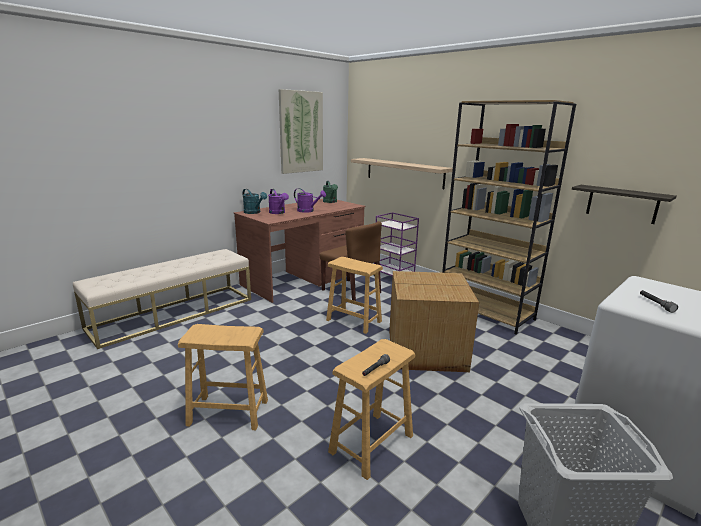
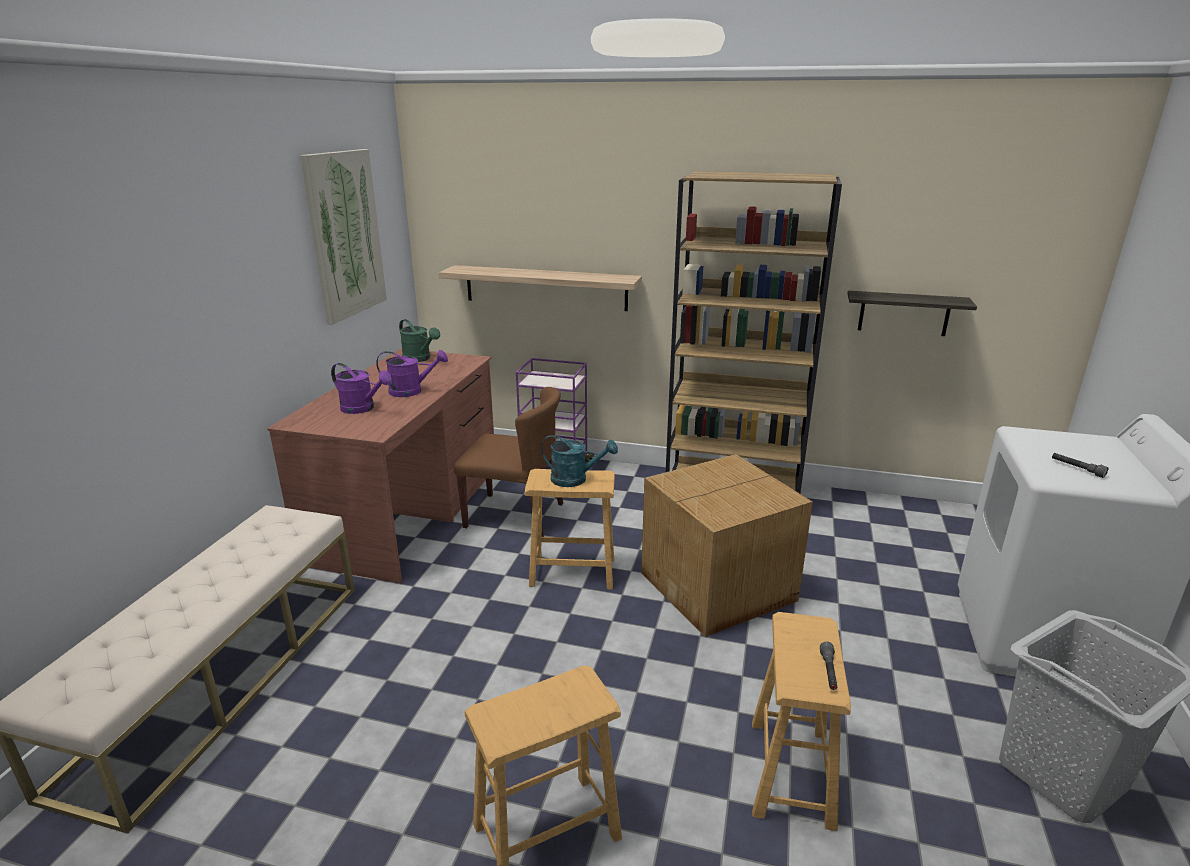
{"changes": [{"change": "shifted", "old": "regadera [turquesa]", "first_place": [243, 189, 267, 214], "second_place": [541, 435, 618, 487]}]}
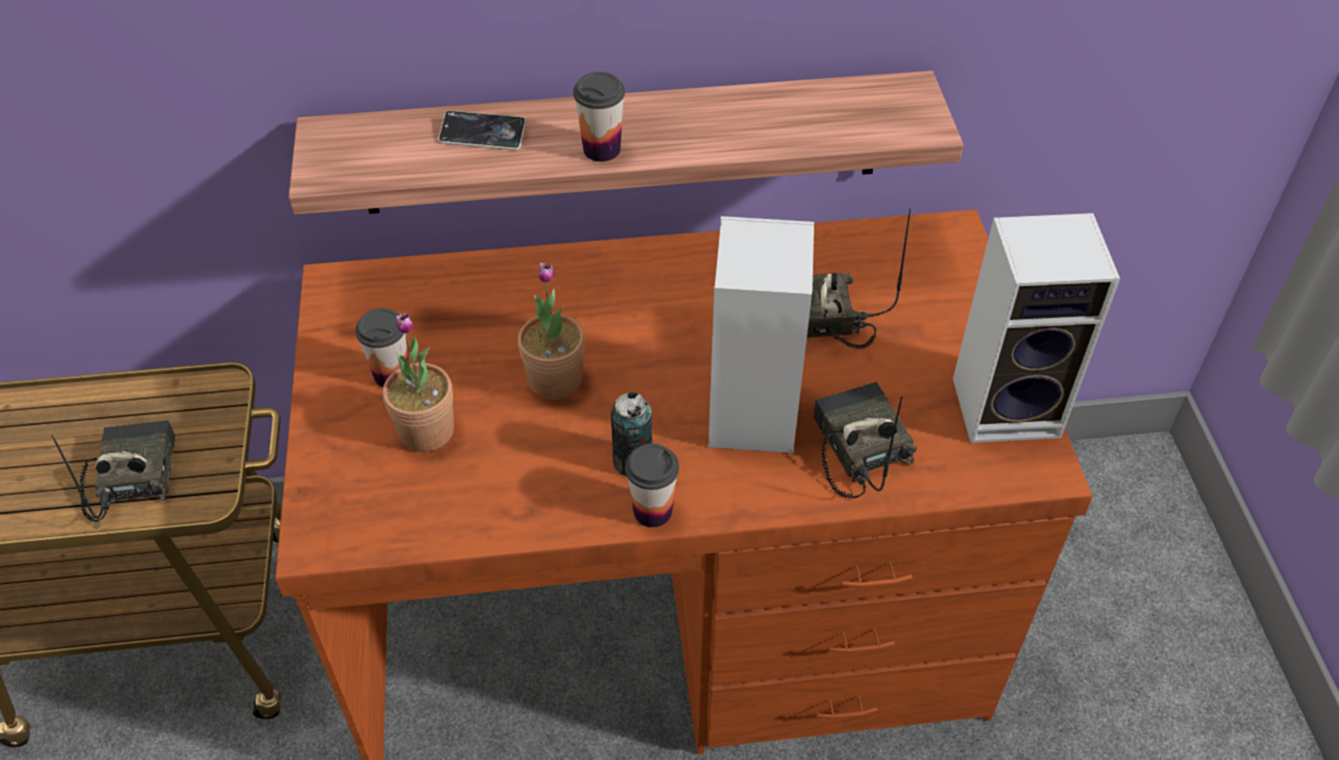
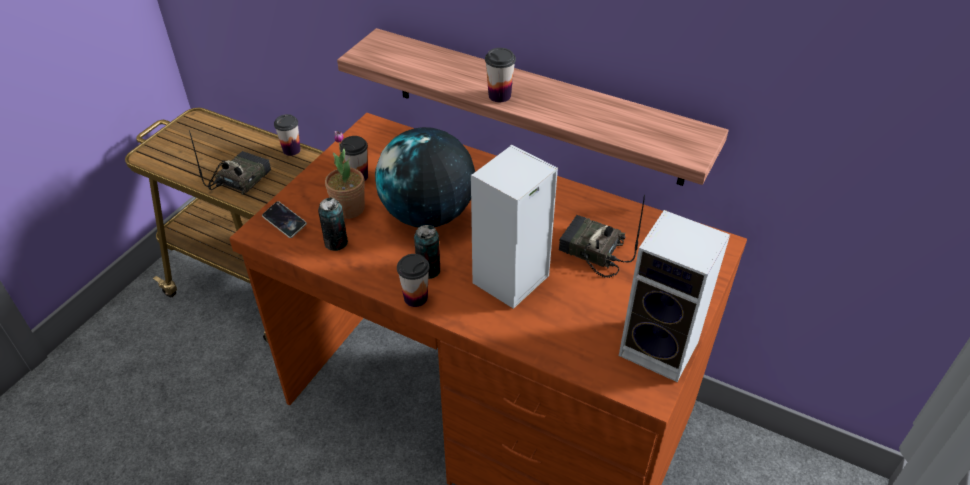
{"changes": [{"change": "shifted", "old": "móvil", "first_place": [438, 111, 526, 150], "second_place": [262, 201, 307, 238]}, {"change": "swapped", "old": "planta en maceta", "new": "globo terráqueo", "first_place": [518, 263, 585, 400], "second_place": [375, 127, 475, 228]}, {"change": "gone", "old": "radio", "first_place": [813, 382, 917, 498]}, {"change": "new", "new": "taza", "second_place": [274, 114, 301, 156]}, {"change": "new", "new": "lata", "second_place": [318, 198, 348, 251]}]}
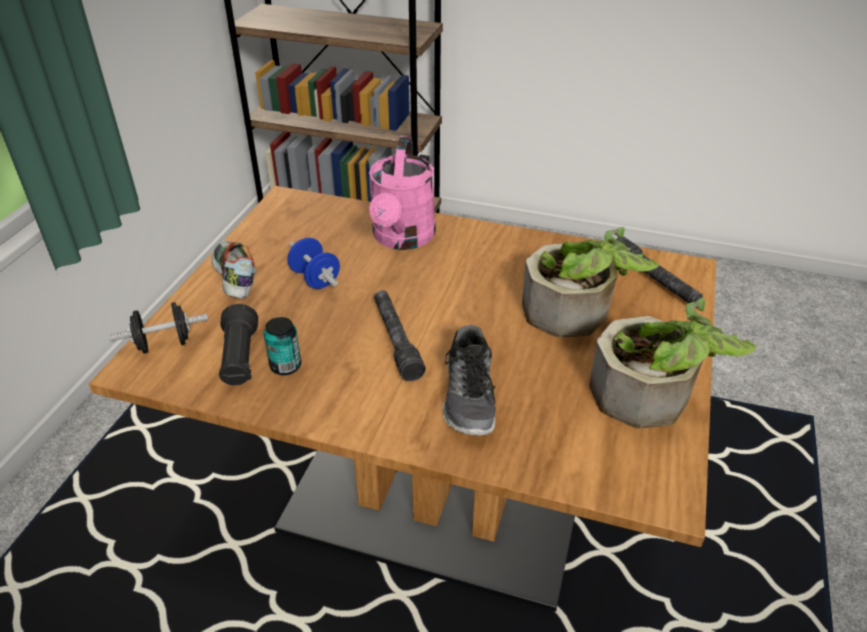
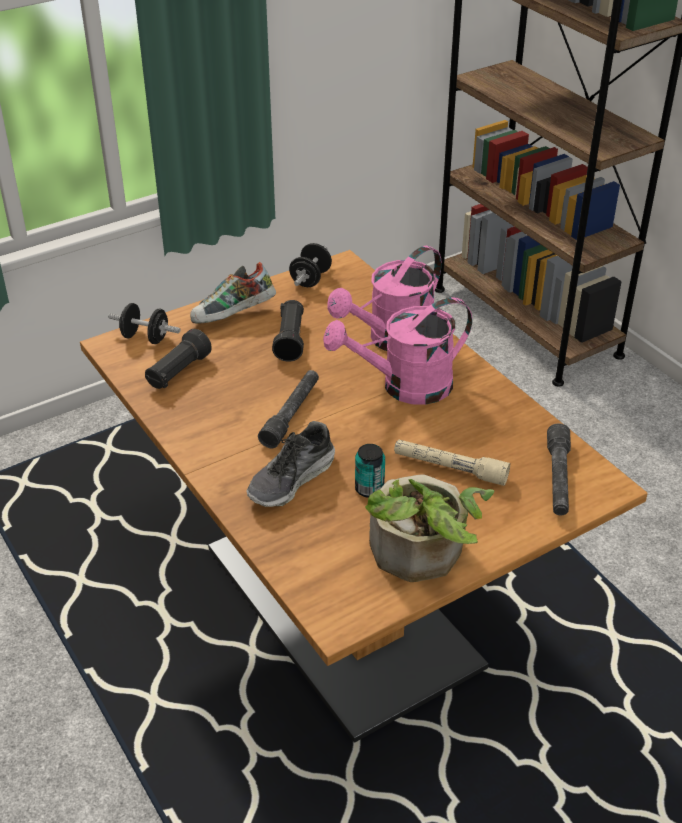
{"changes": [{"change": "swapped", "old": "planta en maceta", "new": "linterna [beis]", "first_place": [522, 227, 660, 337], "second_place": [394, 440, 510, 486]}, {"change": "swapped", "old": "mancuerna [azul]", "new": "linterna [negro]", "first_place": [287, 238, 340, 289], "second_place": [272, 300, 304, 362]}, {"change": "rotated", "old": "zapato", "first_place": [211, 240, 257, 299], "second_place": [190, 262, 276, 324], "degrees": -135}, {"change": "shifted", "old": "lata", "first_place": [264, 317, 301, 375], "second_place": [355, 444, 385, 498]}, {"change": "new", "new": "mancuerna [negro]", "second_place": [289, 243, 332, 287]}, {"change": "new", "new": "regadera [rosa]", "second_place": [323, 298, 472, 405]}]}
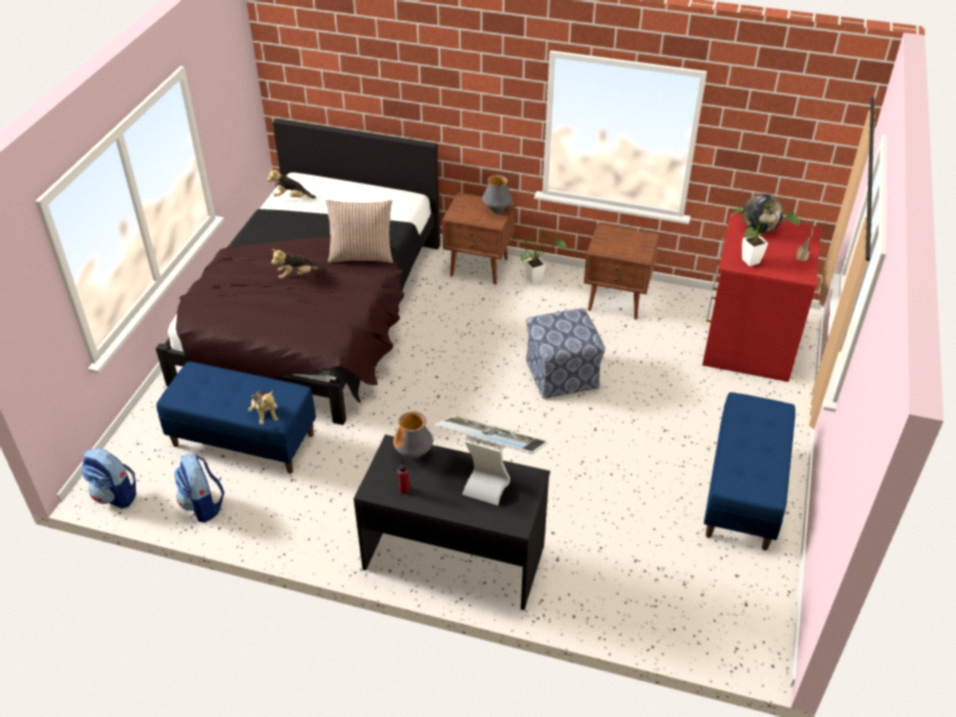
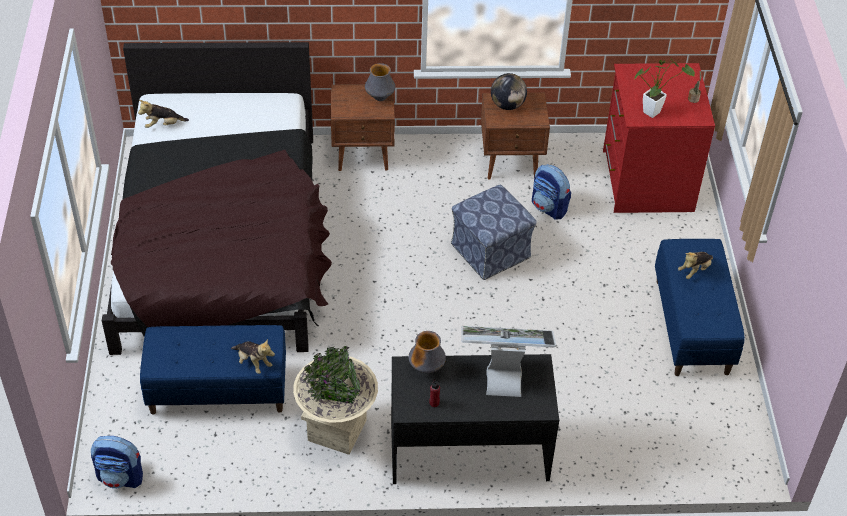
{"changes": [{"change": "shifted", "old": "globo terráqueo", "first_place": [743, 194, 783, 233], "second_place": [491, 73, 527, 110]}, {"change": "gone", "old": "cojín", "first_place": [326, 200, 393, 263]}, {"change": "gone", "old": "planta en maceta", "first_place": [512, 232, 567, 284]}, {"change": "shifted", "old": "peluche", "first_place": [271, 249, 322, 279], "second_place": [678, 252, 713, 279]}, {"change": "shifted", "old": "mochila", "first_place": [174, 454, 224, 523], "second_place": [532, 164, 571, 220]}, {"change": "new", "new": "maceta [beis]", "second_place": [293, 346, 378, 455]}]}
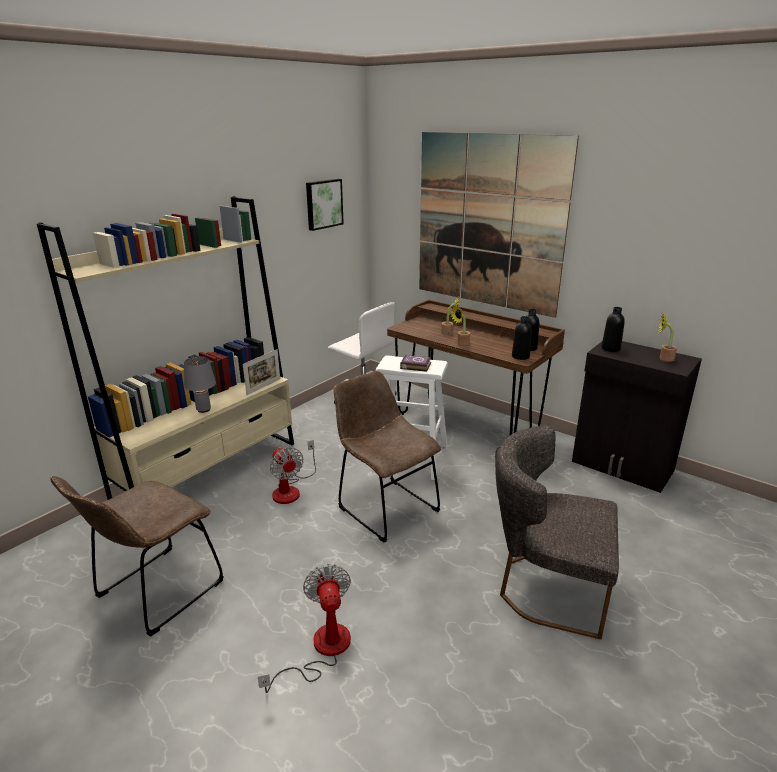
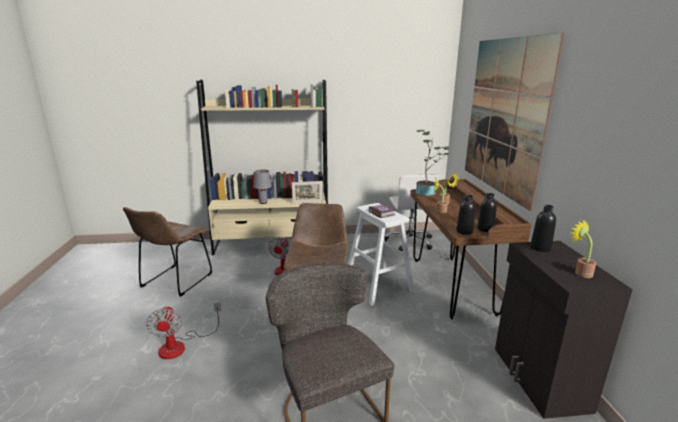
{"changes": [{"change": "gone", "old": "cuadro", "first_place": [306, 179, 344, 231]}, {"change": "rotated", "old": "silla [marrón]", "first_place": [50, 476, 224, 637], "second_place": [123, 207, 212, 297], "degrees": -60}, {"change": "rotated", "old": "ventilador", "first_place": [258, 564, 351, 693], "second_place": [146, 303, 221, 359], "degrees": 135}, {"change": "new", "new": "planta en maceta", "second_place": [416, 130, 449, 196]}]}
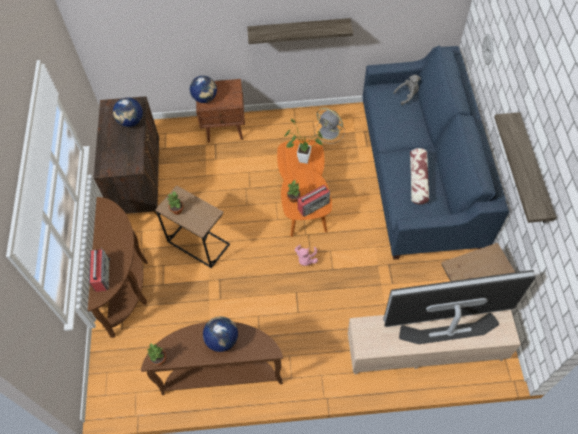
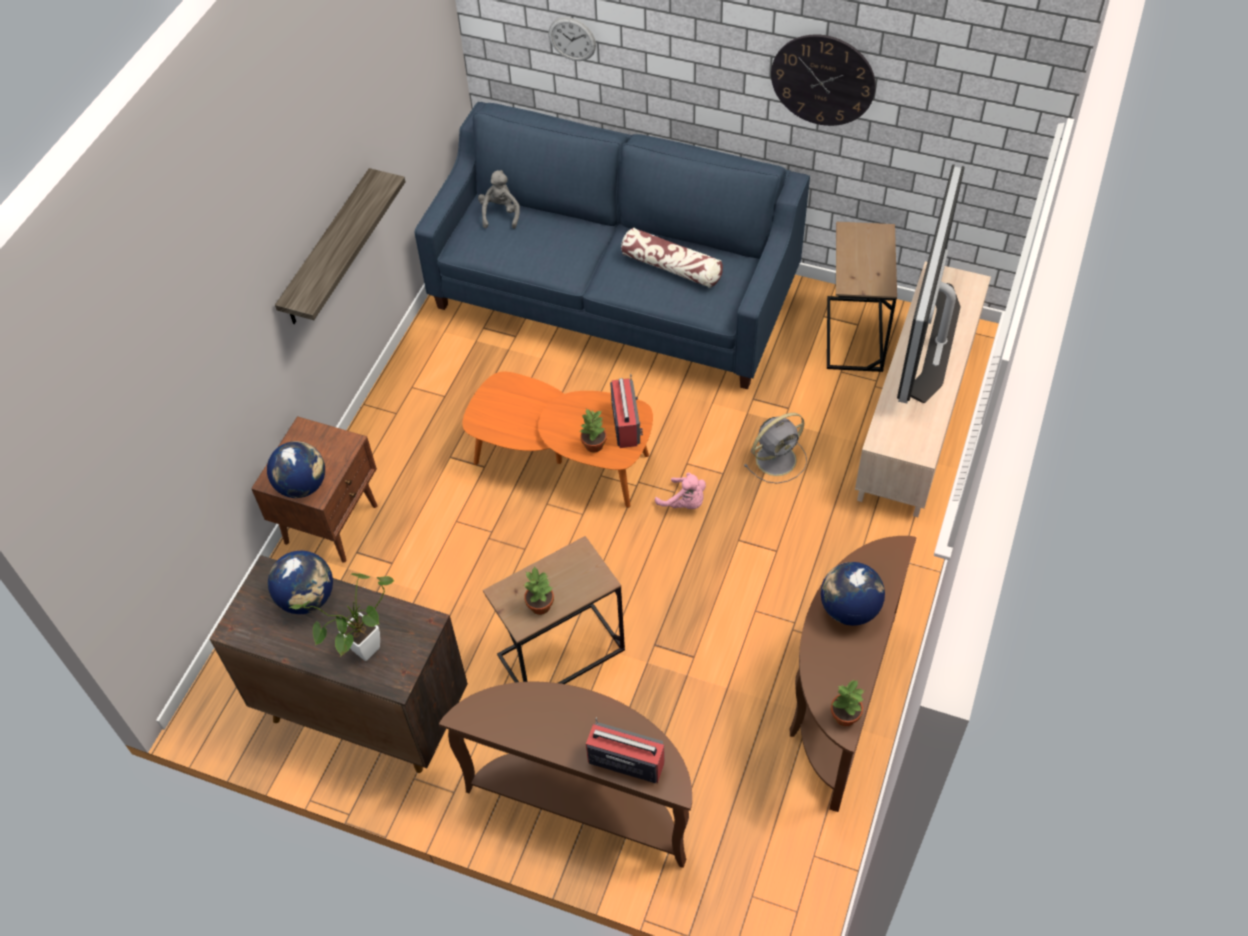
{"changes": [{"change": "shifted", "old": "ventilador [gris]", "first_place": [315, 108, 345, 144], "second_place": [744, 413, 807, 484]}, {"change": "swapped", "old": "estante", "new": "reloj de pared", "first_place": [494, 112, 557, 223], "second_place": [771, 34, 876, 126]}, {"change": "shifted", "old": "planta en maceta", "first_place": [284, 119, 323, 164], "second_place": [289, 573, 394, 661]}]}
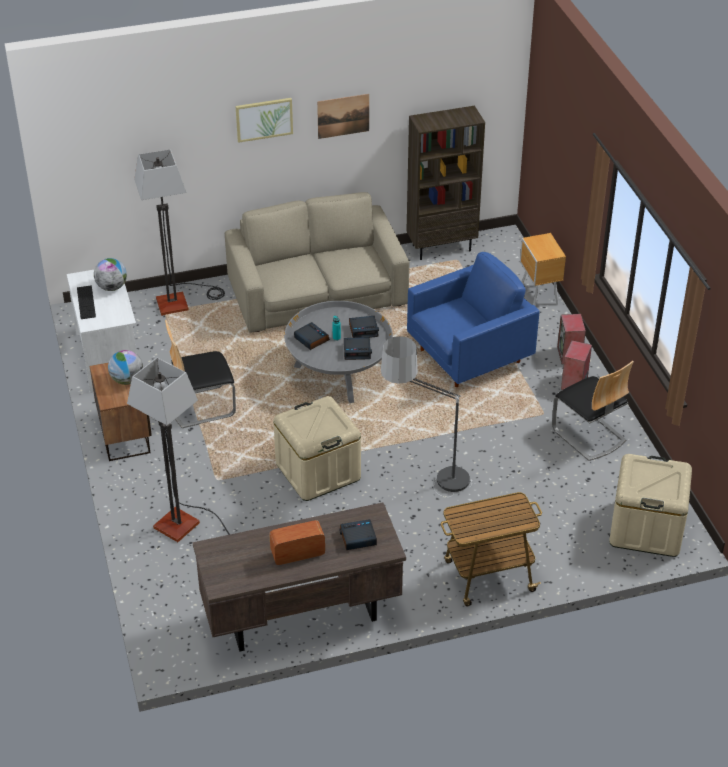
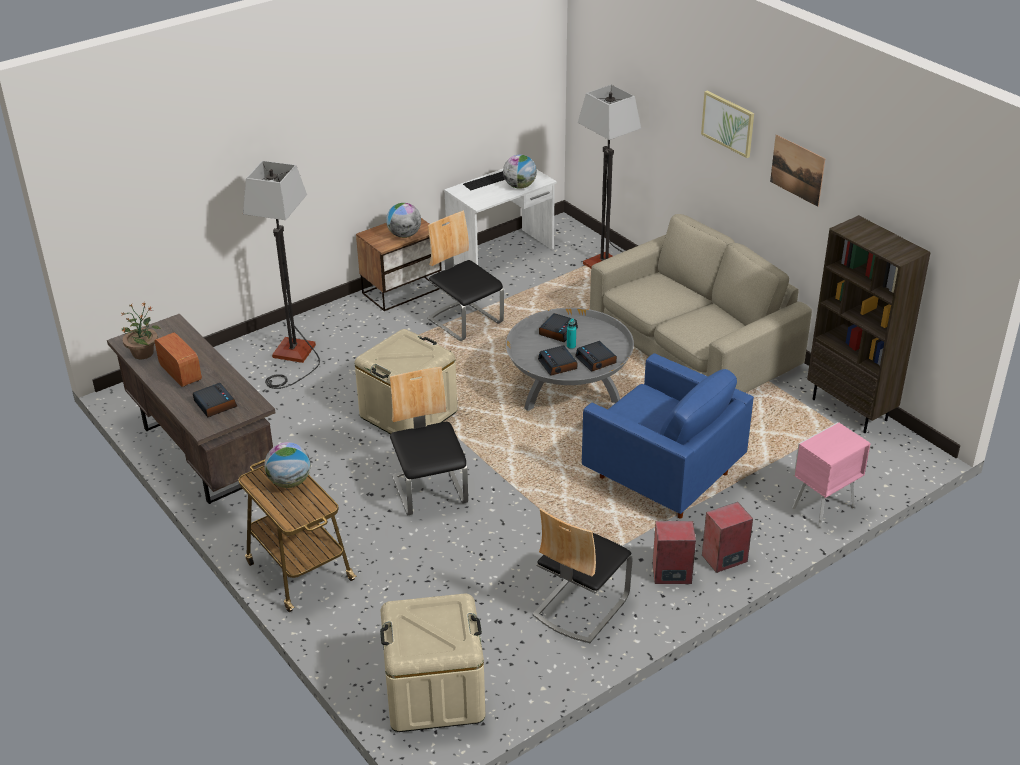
{"changes": [{"change": "repainted", "old": "mesita de noche [marrón]", "new": "mesita de noche [rosa]", "first_place": [520, 233, 566, 306], "second_place": [793, 422, 871, 528]}, {"change": "swapped", "old": "lámpara de pie", "new": "silla", "first_place": [381, 336, 473, 497], "second_place": [390, 367, 468, 515]}, {"change": "new", "new": "planta en maceta", "second_place": [121, 302, 161, 359]}, {"change": "new", "new": "globo terráqueo", "second_place": [264, 442, 311, 488]}]}
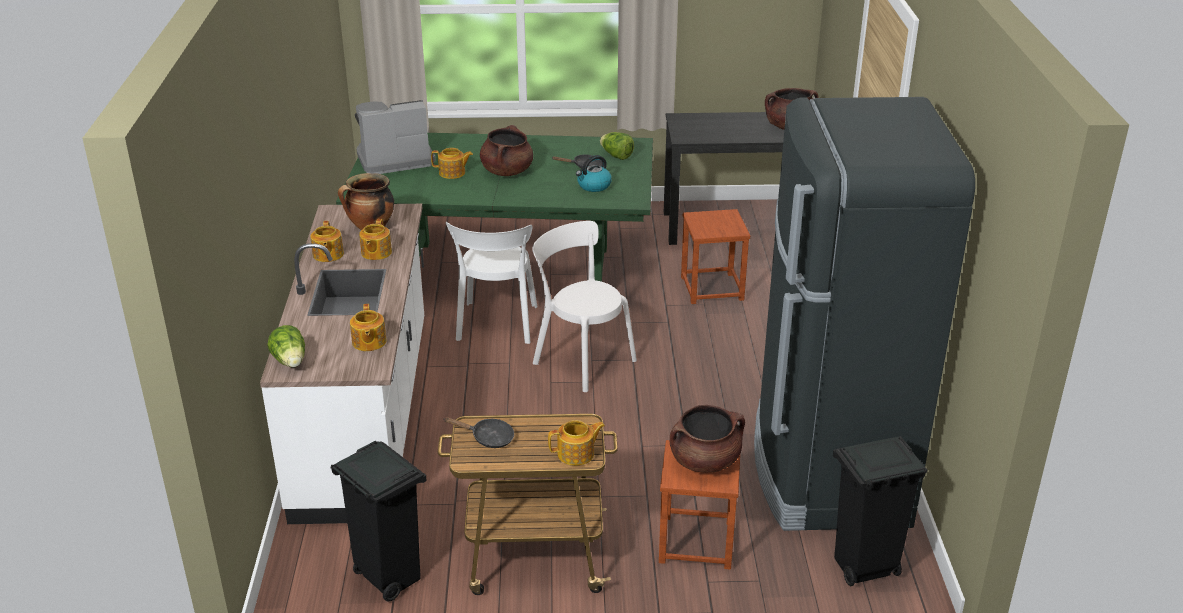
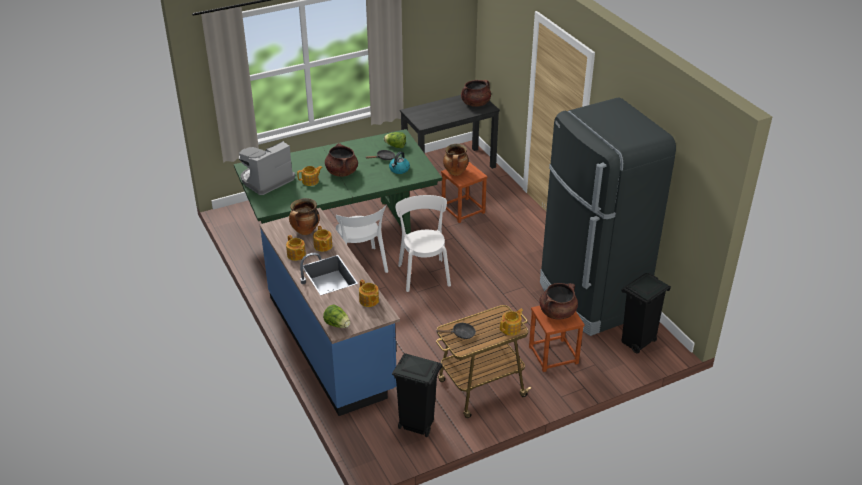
{"changes": [{"change": "repainted", "old": "mueble bajo de cocina [blanco]", "new": "mueble bajo de cocina [azul]", "first_place": [260, 204, 424, 524], "second_place": [260, 208, 400, 416]}, {"change": "rotated", "old": "silla [blanco]", "first_place": [532, 221, 637, 392], "second_place": [395, 195, 451, 292], "degrees": 60}, {"change": "new", "new": "olla", "second_place": [443, 144, 469, 176]}]}
